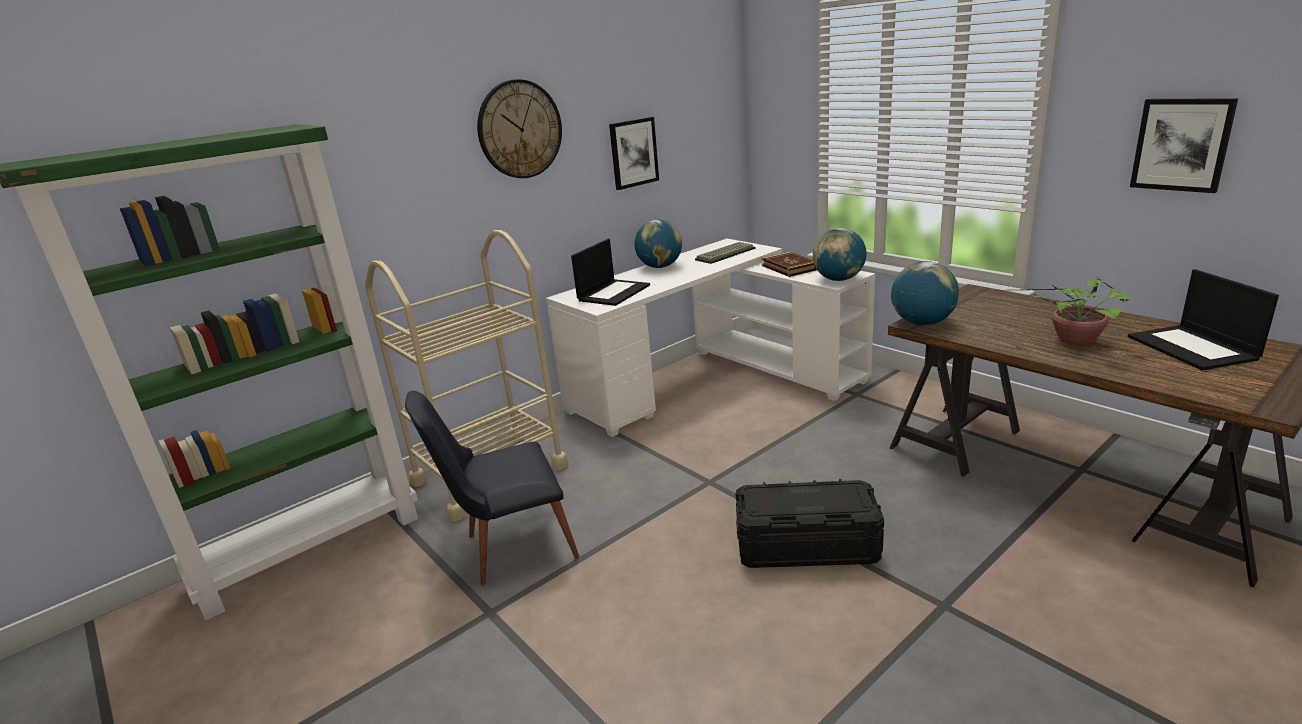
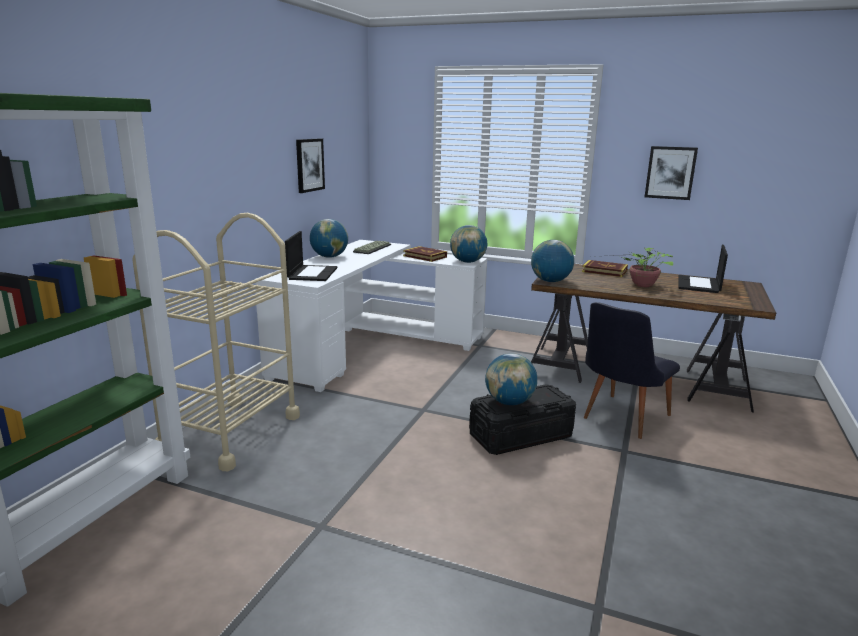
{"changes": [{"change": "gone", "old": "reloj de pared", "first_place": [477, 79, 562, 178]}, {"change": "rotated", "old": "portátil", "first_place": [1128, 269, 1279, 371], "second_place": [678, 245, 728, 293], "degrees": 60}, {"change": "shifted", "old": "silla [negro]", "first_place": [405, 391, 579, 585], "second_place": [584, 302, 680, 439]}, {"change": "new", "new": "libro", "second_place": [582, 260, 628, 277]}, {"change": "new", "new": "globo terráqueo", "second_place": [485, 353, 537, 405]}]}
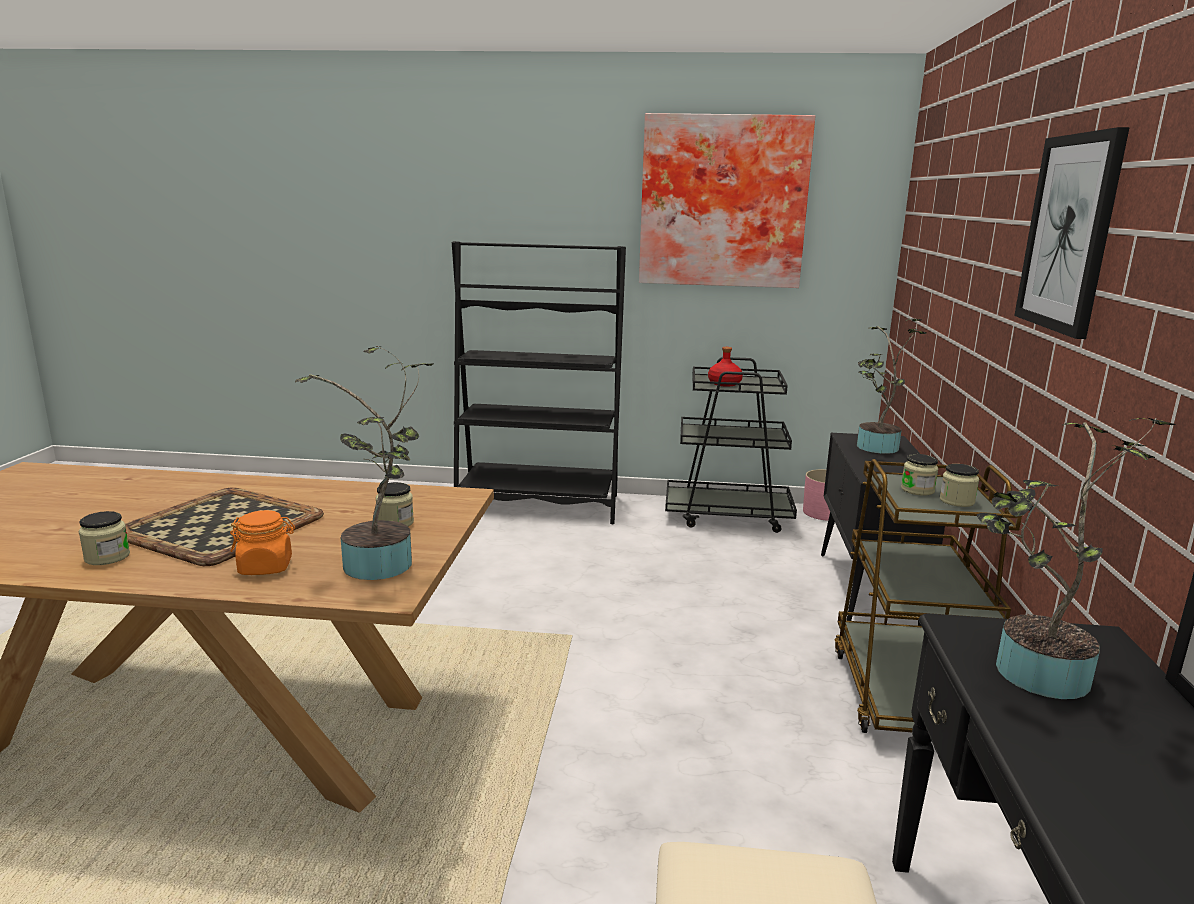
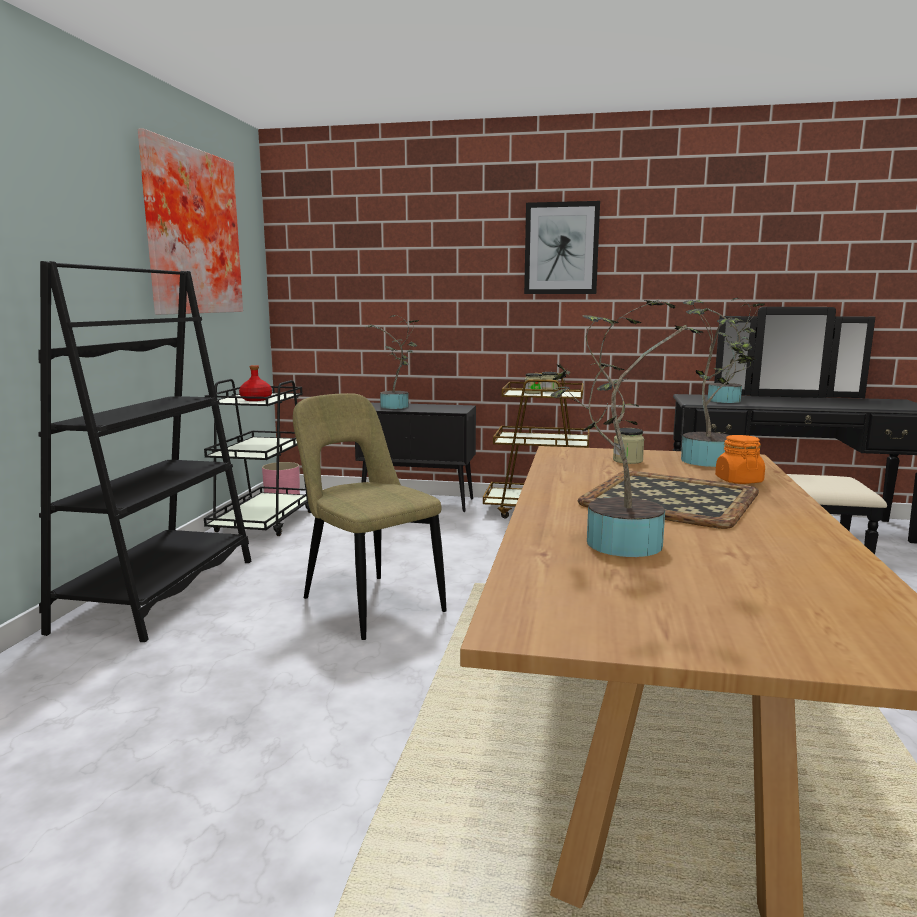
{"changes": [{"change": "gone", "old": "tarro", "first_place": [78, 511, 130, 565]}, {"change": "new", "new": "planta en maceta", "second_place": [550, 300, 703, 557]}, {"change": "new", "new": "silla [beis]", "second_place": [293, 393, 447, 640]}]}
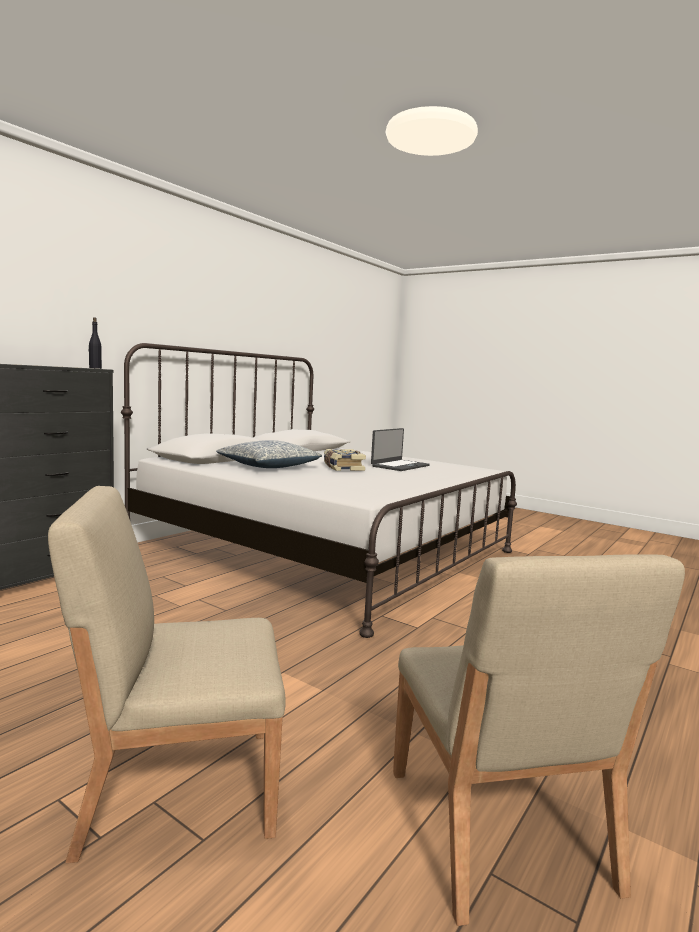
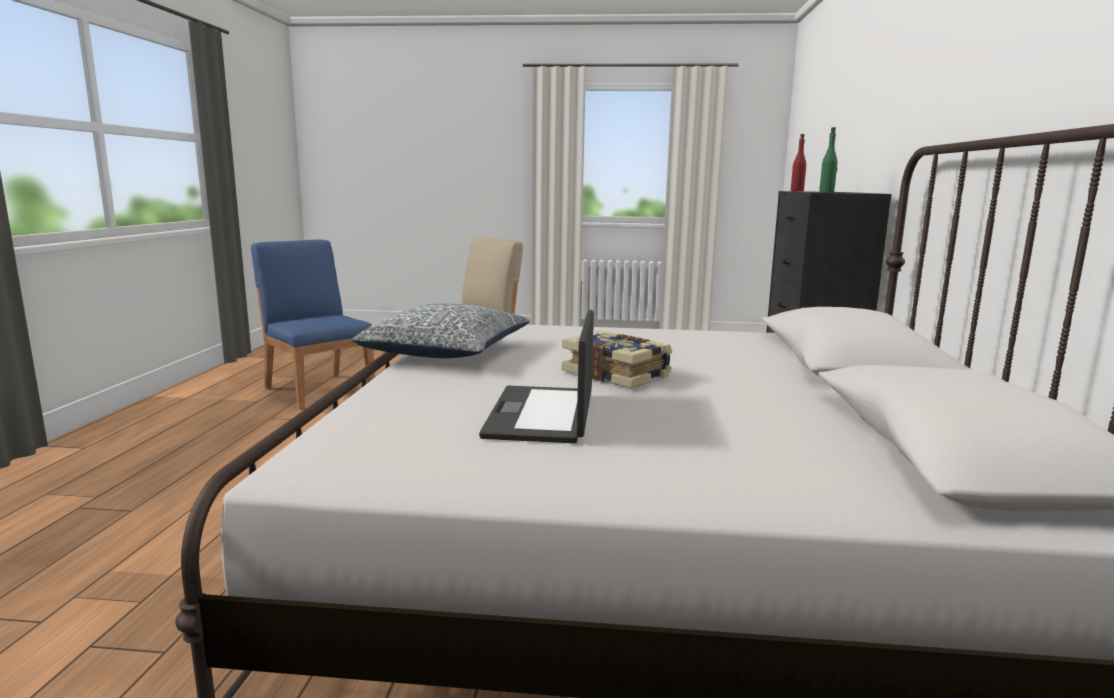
{"changes": [{"change": "repainted", "old": "botella [negro]", "new": "botella [verde]", "first_place": [89, 317, 102, 369], "second_place": [819, 127, 837, 193]}, {"change": "shifted", "old": "cojín", "first_place": [216, 440, 322, 468], "second_place": [352, 303, 530, 358]}, {"change": "repainted", "old": "silla [beis]", "new": "silla [azul]", "first_place": [393, 554, 685, 926], "second_place": [251, 240, 375, 409]}, {"change": "new", "new": "botella [rojo]", "second_place": [791, 134, 806, 191]}]}
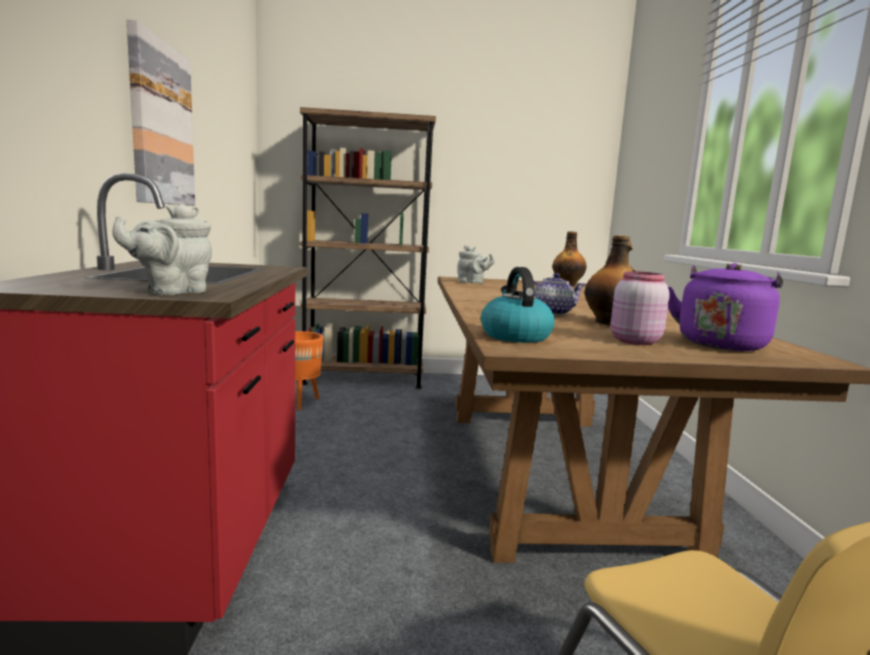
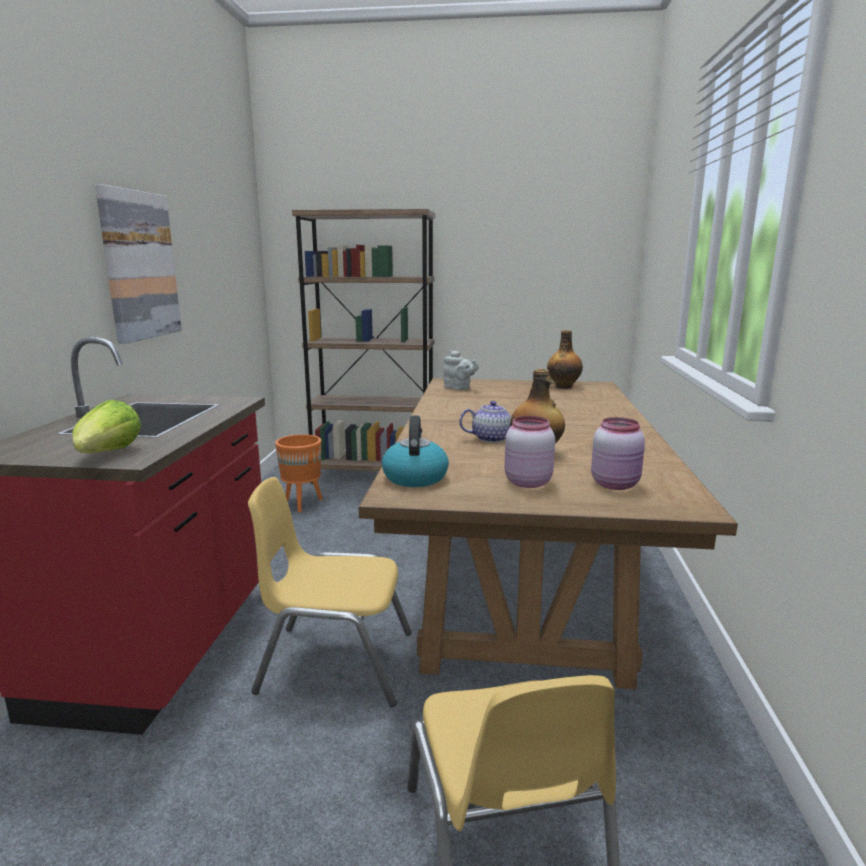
{"changes": [{"change": "swapped", "old": "tetera [gris]", "new": "lechuga", "first_place": [112, 204, 212, 295], "second_place": [72, 400, 141, 453]}, {"change": "swapped", "old": "hervidor [morado]", "new": "tarro [rosa]", "first_place": [668, 263, 783, 351], "second_place": [591, 417, 645, 490]}, {"change": "new", "new": "silla [amarillo]", "second_place": [248, 477, 412, 707]}]}
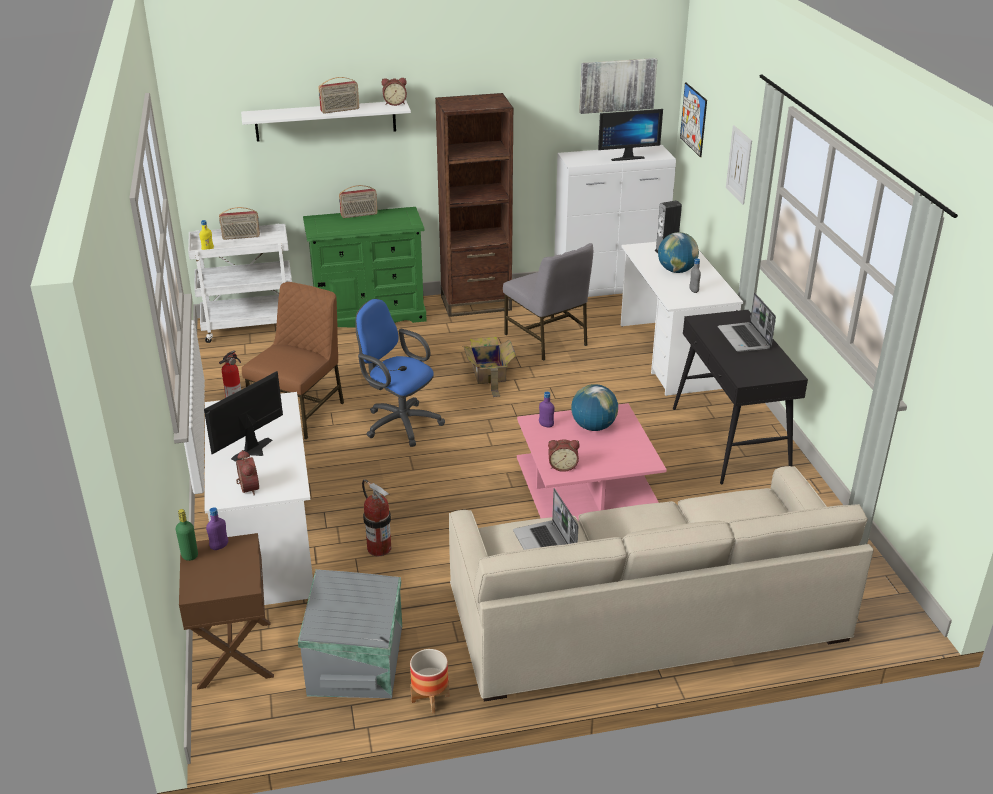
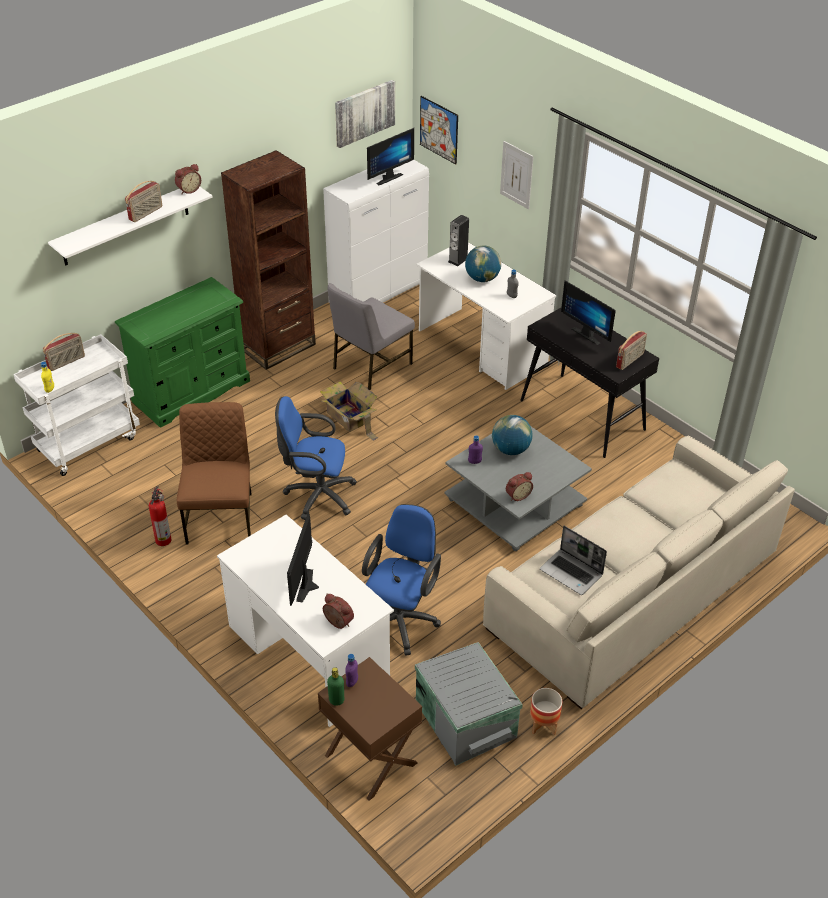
{"changes": [{"change": "shifted", "old": "radio", "first_place": [339, 185, 377, 218], "second_place": [616, 331, 647, 370]}, {"change": "rotated", "old": "silla [gris]", "first_place": [503, 243, 593, 361], "second_place": [328, 283, 415, 390], "degrees": 105}, {"change": "swapped", "old": "portátil", "new": "monitor", "first_place": [718, 293, 776, 352], "second_place": [561, 280, 616, 345]}, {"change": "repainted", "old": "mesa de centro [rosa]", "new": "mesa de centro [gris]", "first_place": [517, 403, 667, 520], "second_place": [444, 427, 592, 551]}, {"change": "swapped", "old": "extintor", "new": "silla de oficina [azul]", "first_place": [362, 479, 391, 556], "second_place": [362, 504, 441, 656]}]}
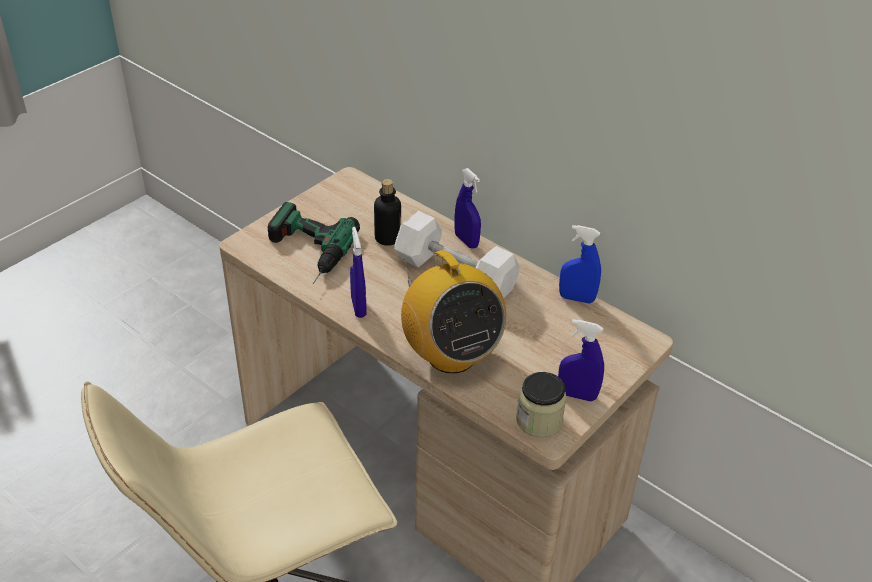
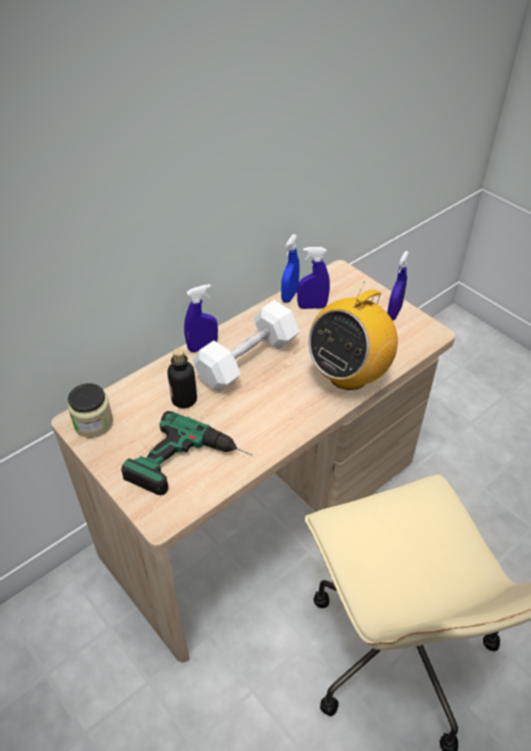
{"changes": [{"change": "shifted", "old": "pulverizador [azul]", "first_place": [350, 227, 367, 318], "second_place": [297, 247, 330, 309]}, {"change": "rotated", "old": "radio", "first_place": [401, 250, 506, 373], "second_place": [308, 282, 398, 390], "degrees": 150}, {"change": "shifted", "old": "tarro", "first_place": [516, 372, 567, 437], "second_place": [68, 383, 113, 438]}]}
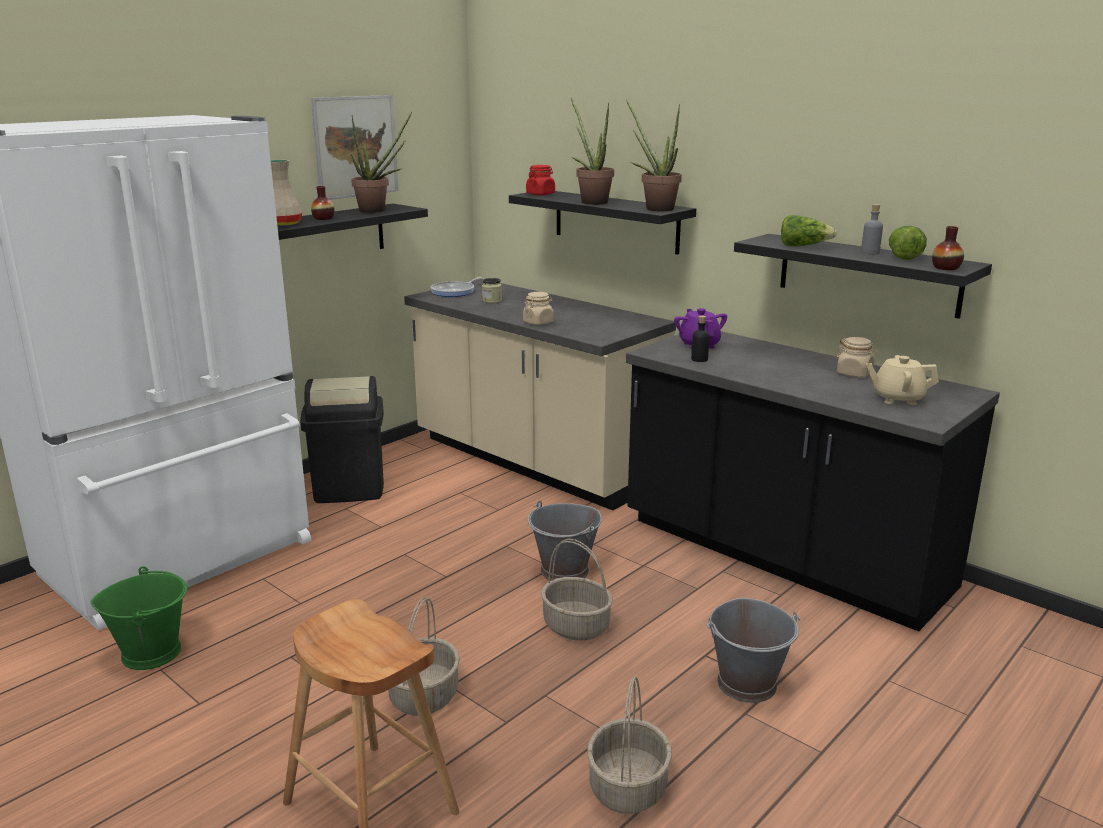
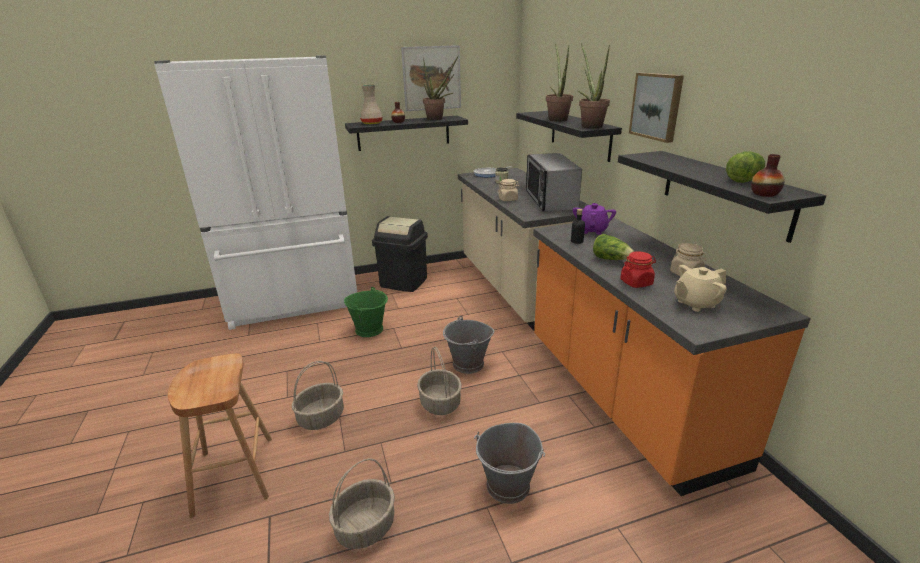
{"changes": [{"change": "shifted", "old": "tarro [rojo]", "first_place": [526, 165, 555, 195], "second_place": [620, 251, 656, 288]}, {"change": "gone", "old": "botella [gris]", "first_place": [861, 204, 883, 255]}, {"change": "shifted", "old": "lechuga", "first_place": [781, 215, 837, 247], "second_place": [593, 234, 635, 260]}, {"change": "repainted", "old": "mueble bajo de cocina [negro]", "new": "mueble bajo de cocina [naranja]", "first_place": [626, 331, 1000, 632], "second_place": [533, 218, 811, 496]}, {"change": "rotated", "old": "tetera [beis]", "first_place": [866, 355, 939, 405], "second_place": [674, 265, 727, 312], "degrees": -60}, {"change": "shifted", "old": "cubo [verde]", "first_place": [91, 566, 187, 670], "second_place": [344, 287, 388, 337]}, {"change": "new", "new": "cuadro", "second_place": [629, 73, 684, 143]}, {"change": "new", "new": "microondas", "second_place": [526, 153, 582, 212]}]}
